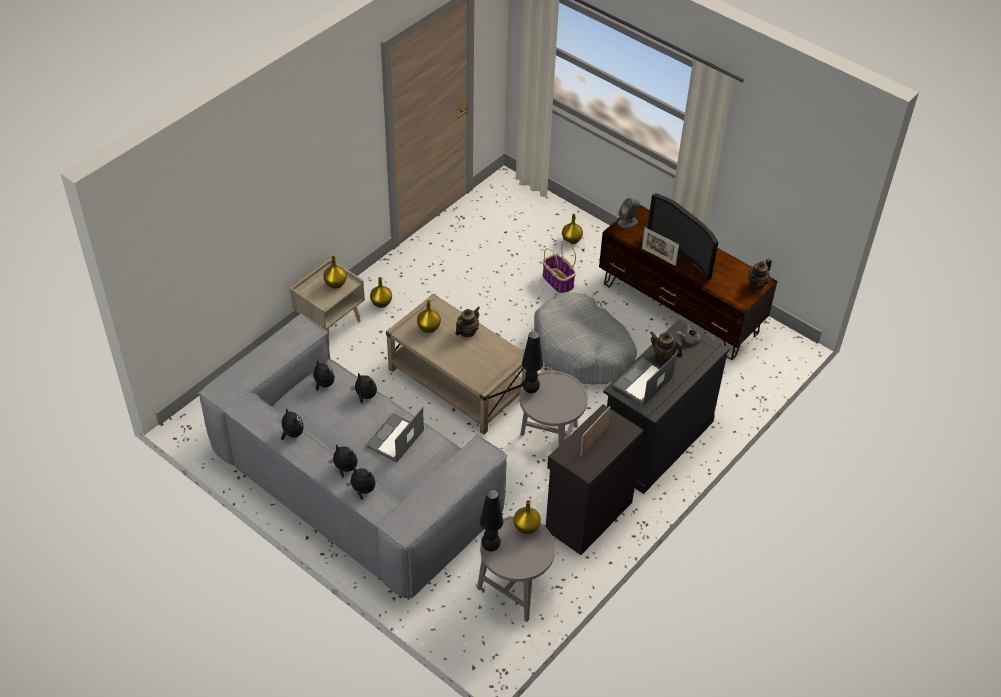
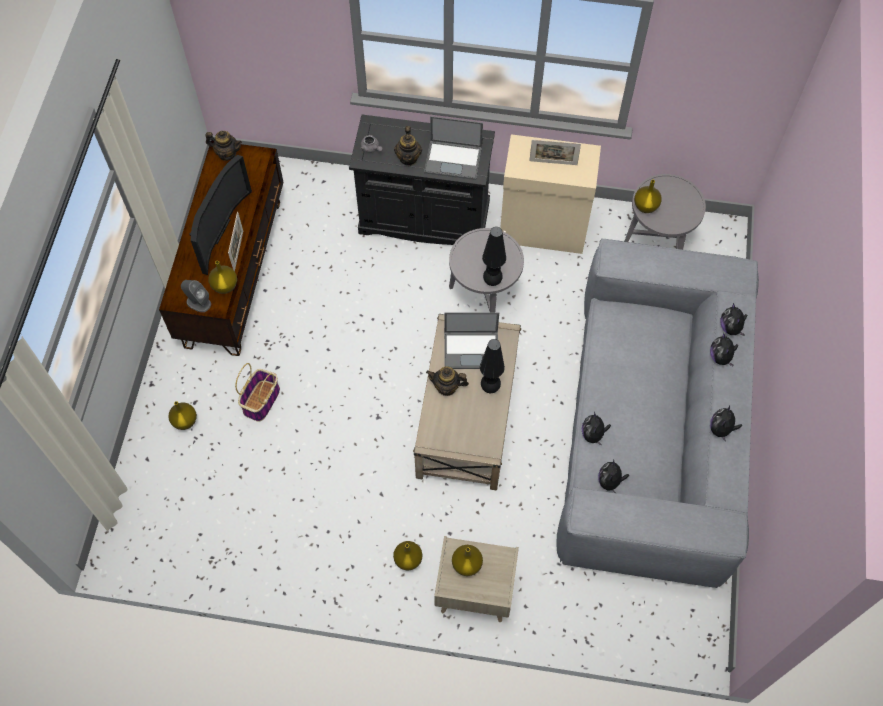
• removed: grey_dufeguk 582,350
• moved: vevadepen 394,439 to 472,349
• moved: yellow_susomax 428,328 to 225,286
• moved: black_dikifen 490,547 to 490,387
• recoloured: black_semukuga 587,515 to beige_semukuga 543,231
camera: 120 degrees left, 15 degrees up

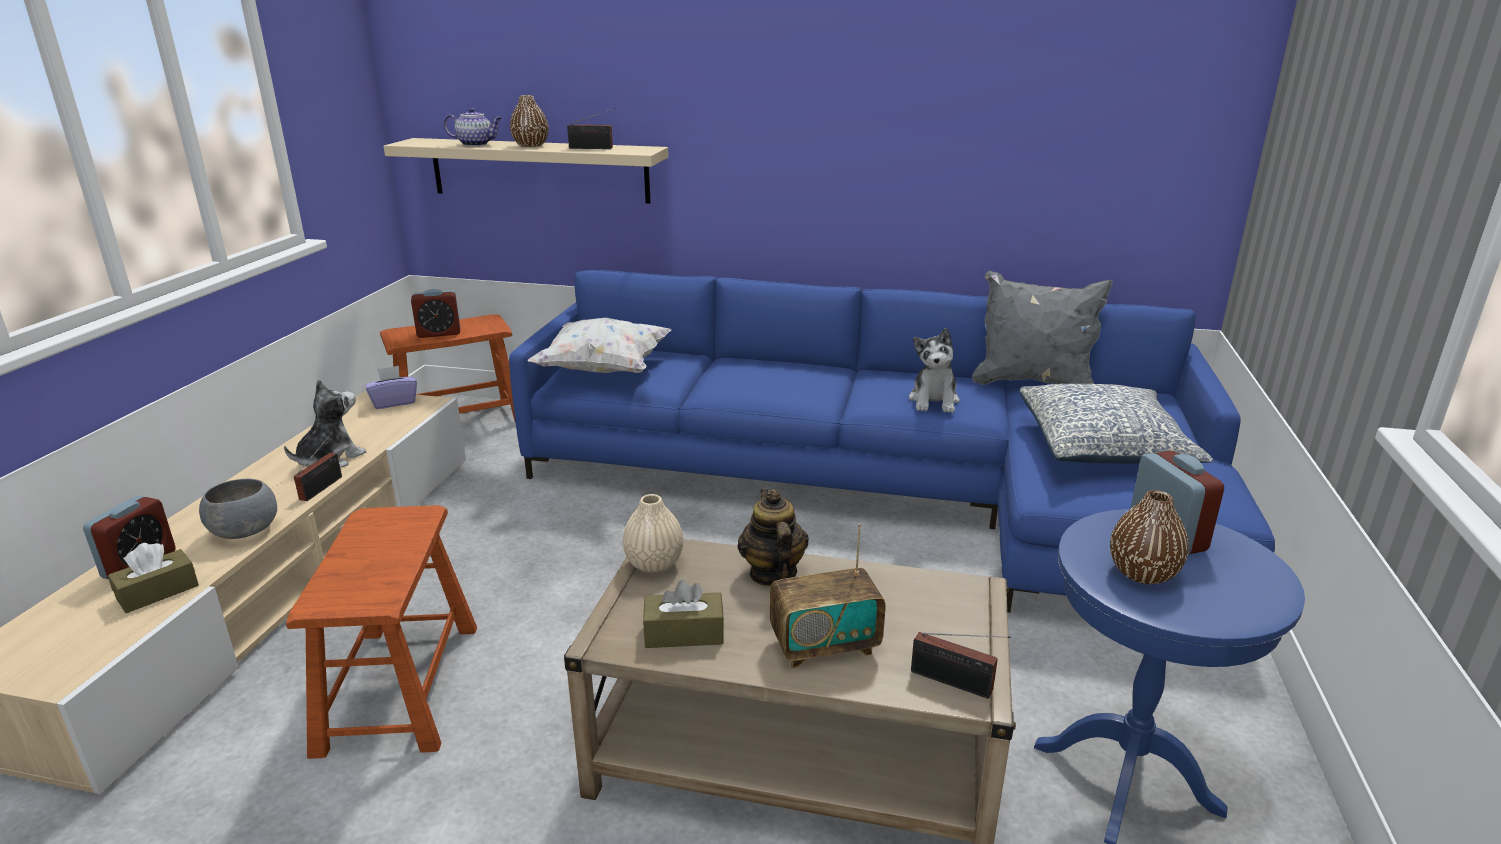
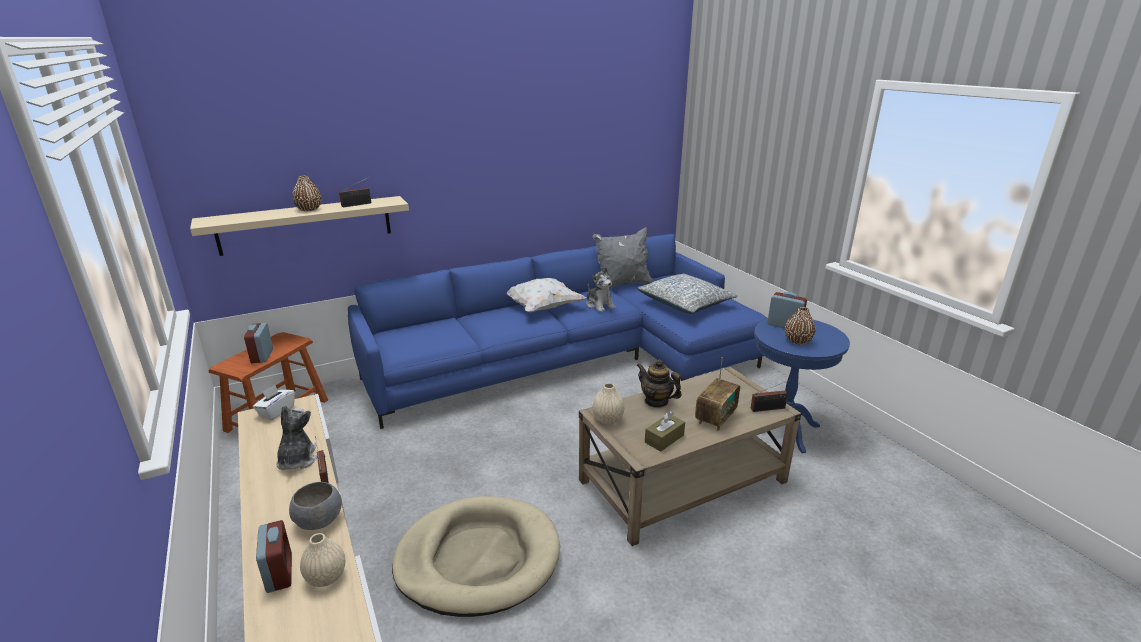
• removed: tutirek 476,144
• moved: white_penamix 603,370 to 542,308
• replaced: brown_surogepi 158,592 to beige_susomax 326,577
• replaced: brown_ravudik 399,687 to beige_dufeguk 478,558
• recoloured: purple_surogepi 394,402 to white_surogepi 276,411
• turned: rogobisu 439,333 = 262,356 135 degrees clockwise
camera: 40 degrees left, 0 degrees up

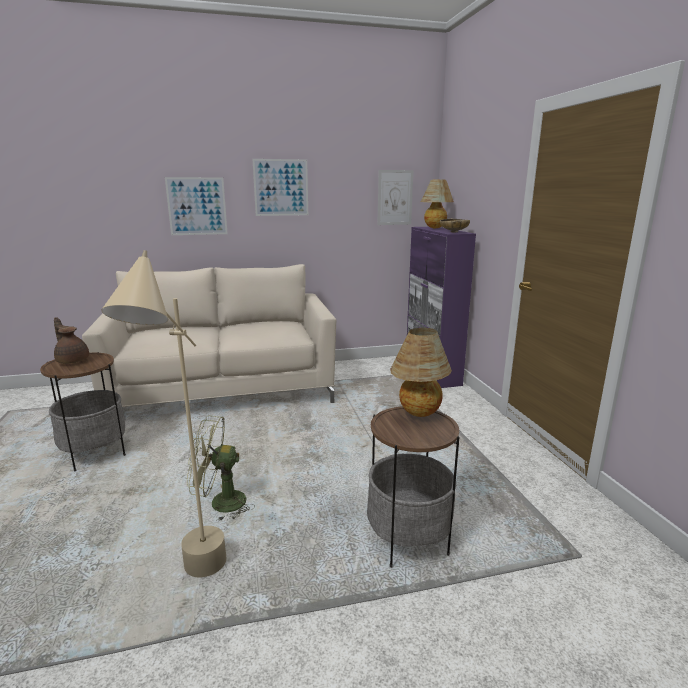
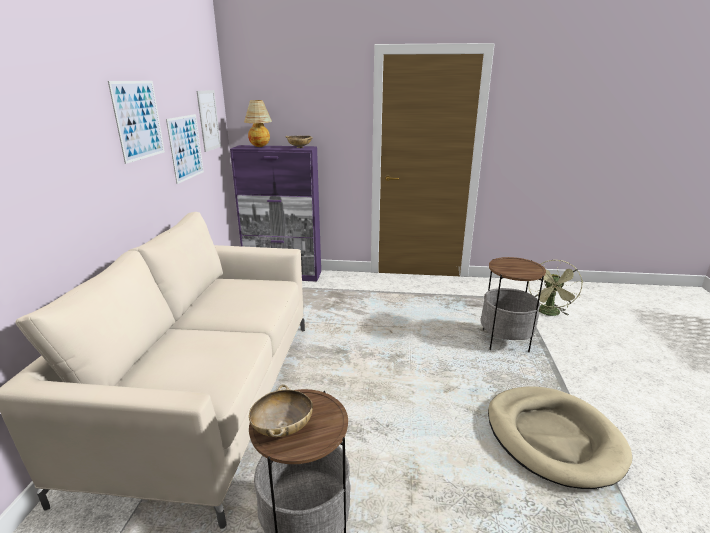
• removed: dikifen 418,415
• moved: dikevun 197,206 to 186,147
• moved: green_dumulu 220,503 to 549,313
• replaced: brown_tutirek 72,360 to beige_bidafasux 282,427
• replaced: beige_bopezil 195,590 to beige_dufeguk 553,437
camera: 70 degrees left, 5 degrees up

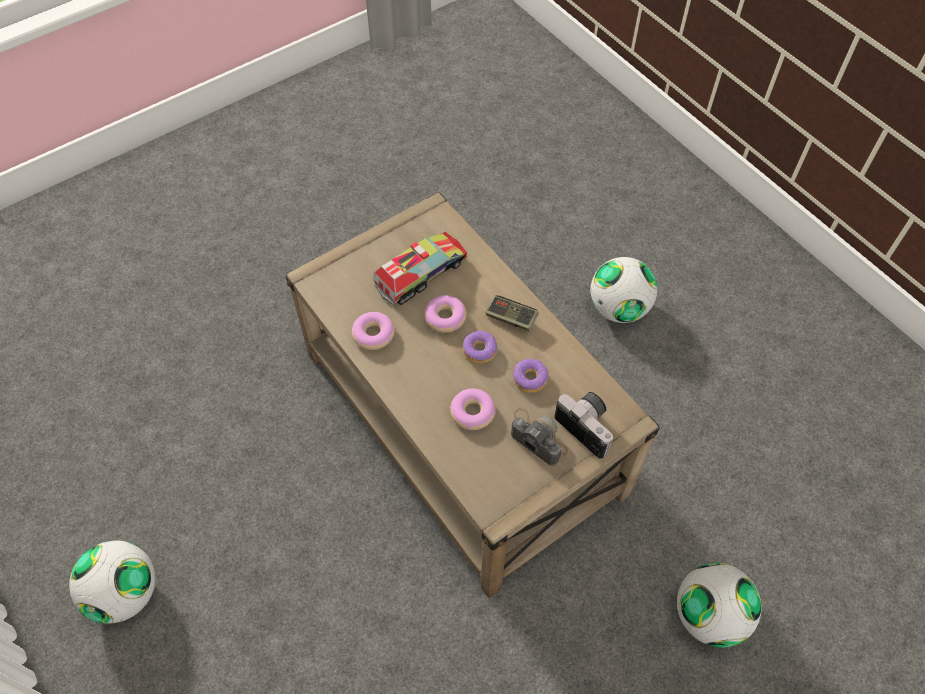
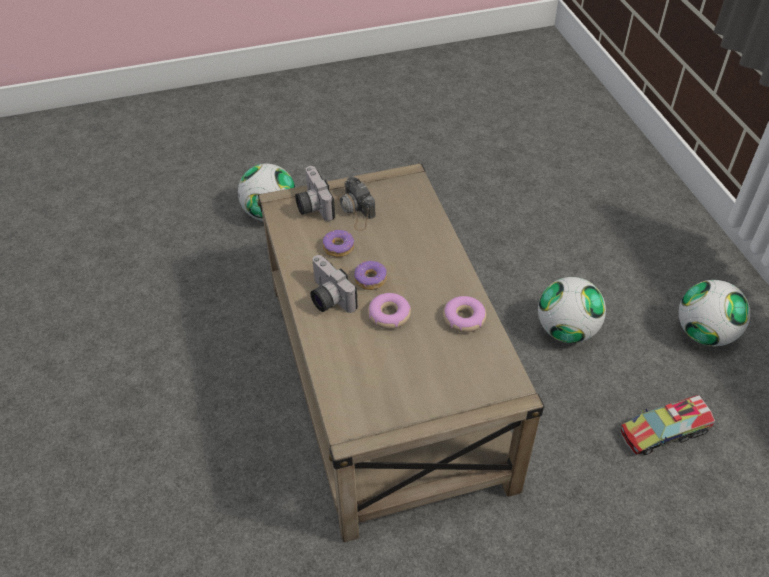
• removed: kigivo 472,412
• moved: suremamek 421,273 to 664,432
• moved: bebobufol 618,308 to 566,330
• replaced: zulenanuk 511,318 to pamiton 327,298
camera: 160 degrees left, 10 degrees down

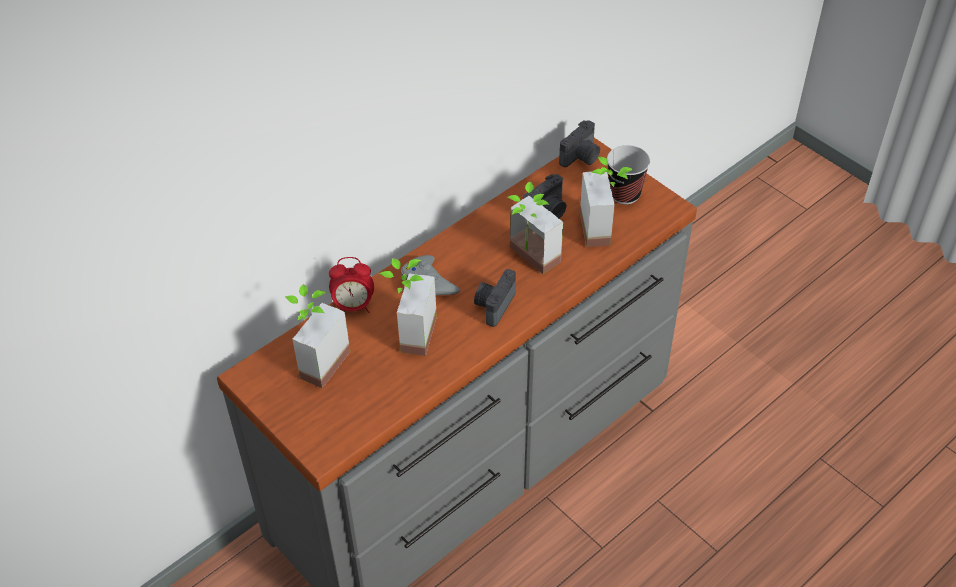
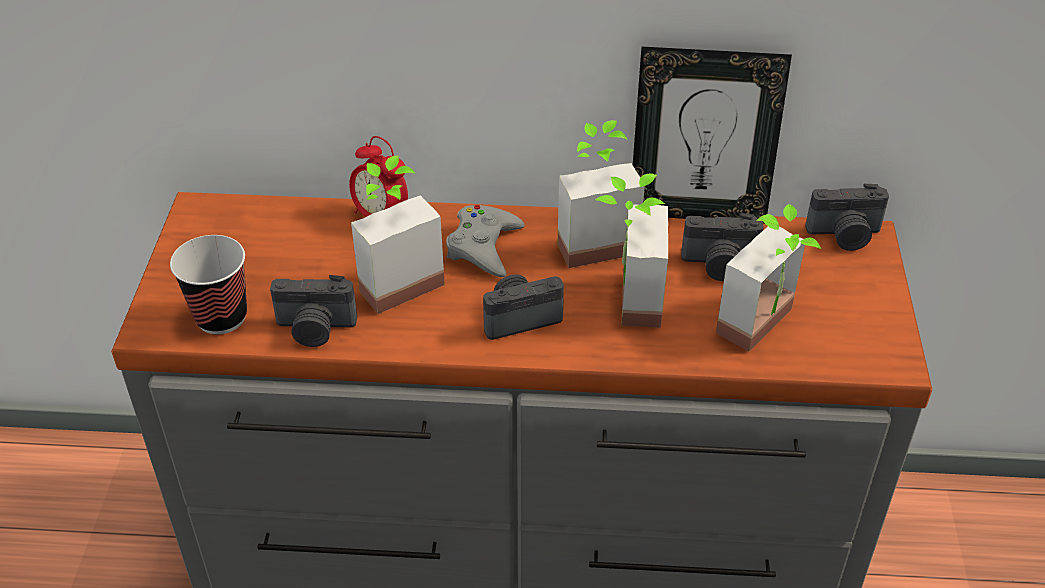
• added: pamiton 315,329
• added: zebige 697,212
• moved: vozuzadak 315,360 to 592,239
• moved: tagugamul 624,194 to 221,317
camera: 45 degrees right, 5 degrees down

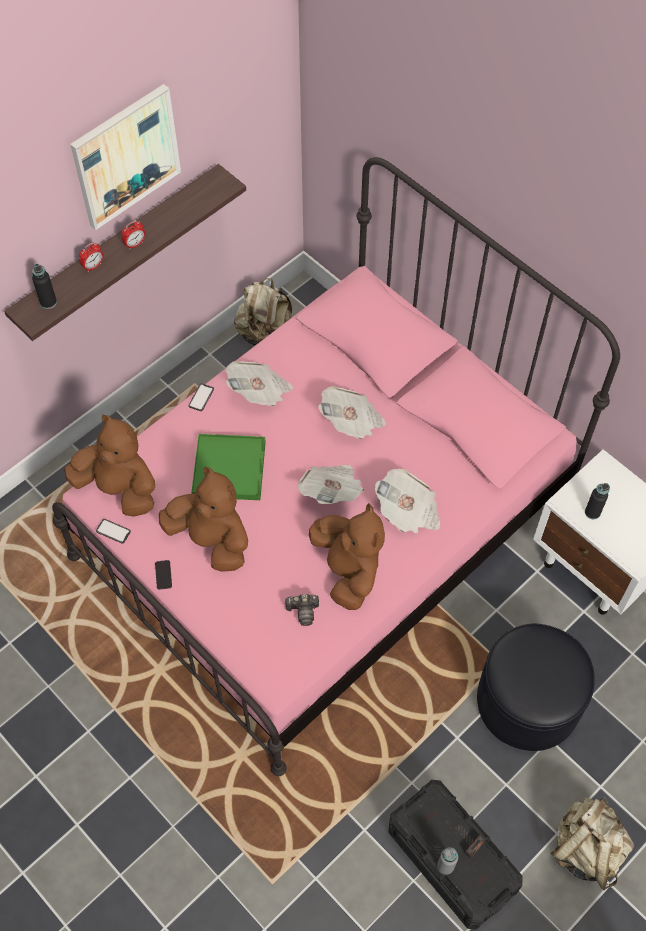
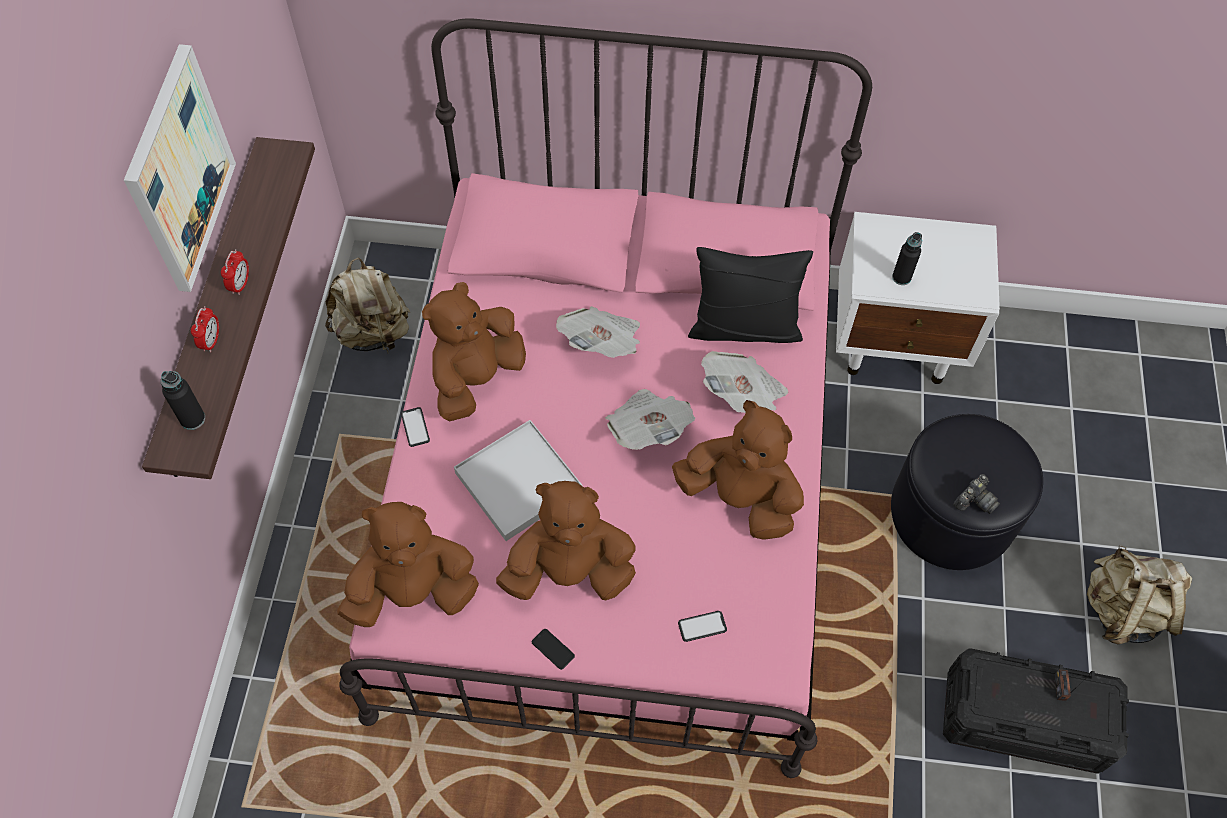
• removed: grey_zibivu 445,865
• added: black_penamix 744,327
• moved: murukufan 113,531 to 702,626
• moved: pamiton 303,611 to 974,501
• replaced: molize 260,392 to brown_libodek 476,378
• recoloured: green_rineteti 229,469 to white_rineteti 518,482
camera: 40 degrees left, 0 degrees up

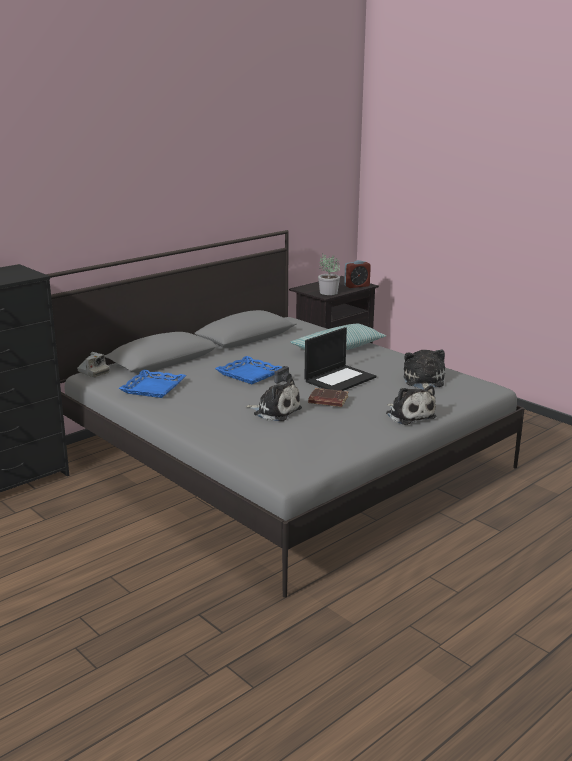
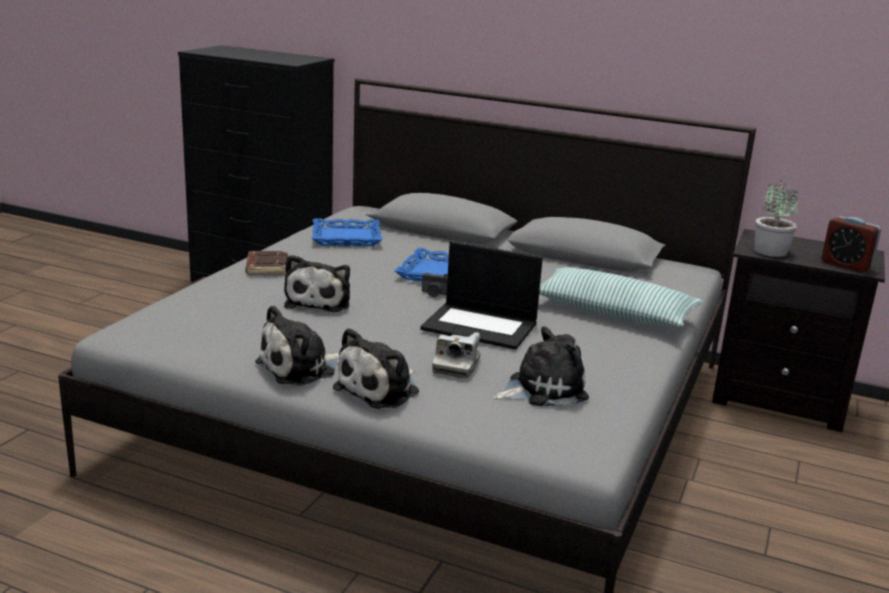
• added: libodek 300,368
• moved: pamiton 93,372 to 456,366
• moved: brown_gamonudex 327,401 to 266,267
camera: 65 degrees right, 0 degrees up

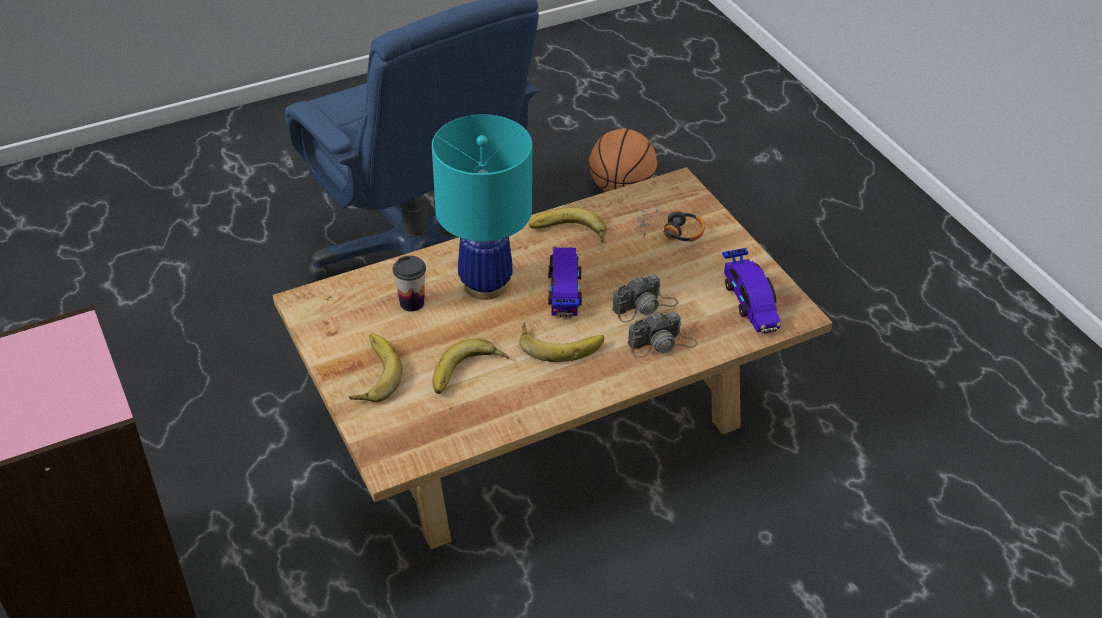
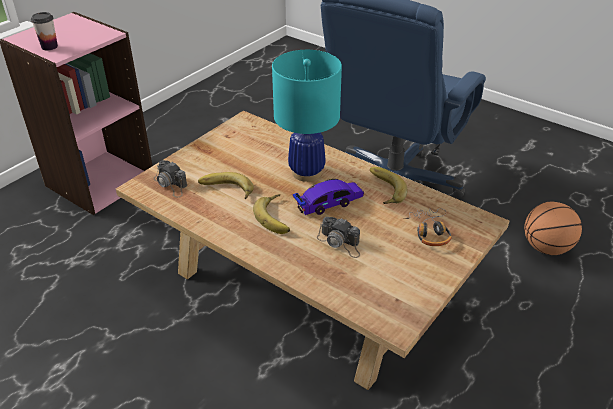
• removed: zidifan 371,373
• removed: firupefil 750,301
• moved: tagugamul 412,303 to 49,47
• moved: pamiton 662,343 to 171,184
camera: 65 degrees right, 5 degrees down

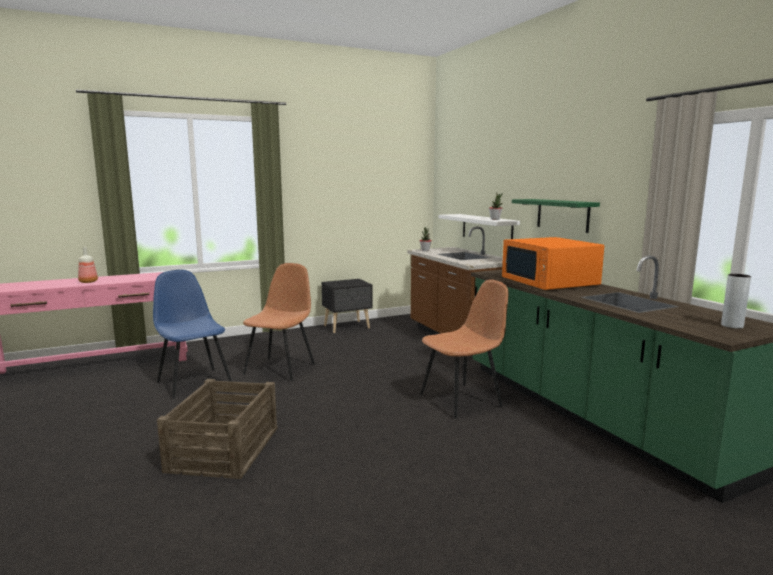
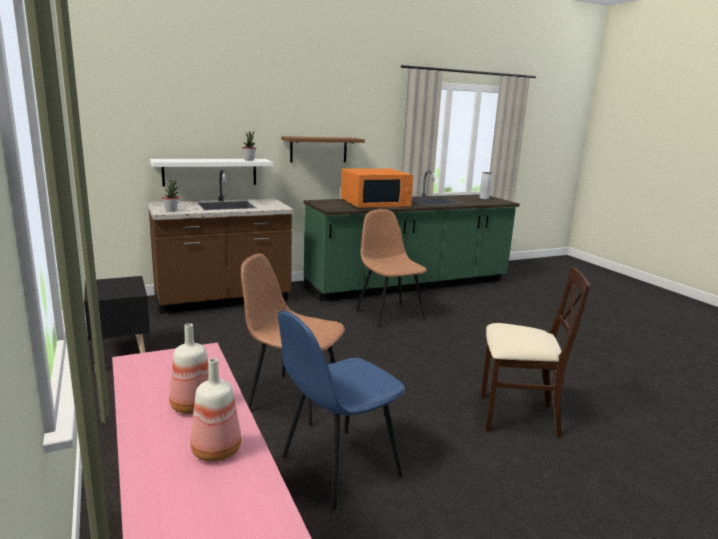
• added: zibivu 192,407
• replaced: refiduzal 223,448 to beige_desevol 517,416
• recoloured: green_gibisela 562,215 to brown_gibisela 318,149
camera: 90 degrees left, 5 degrees up

